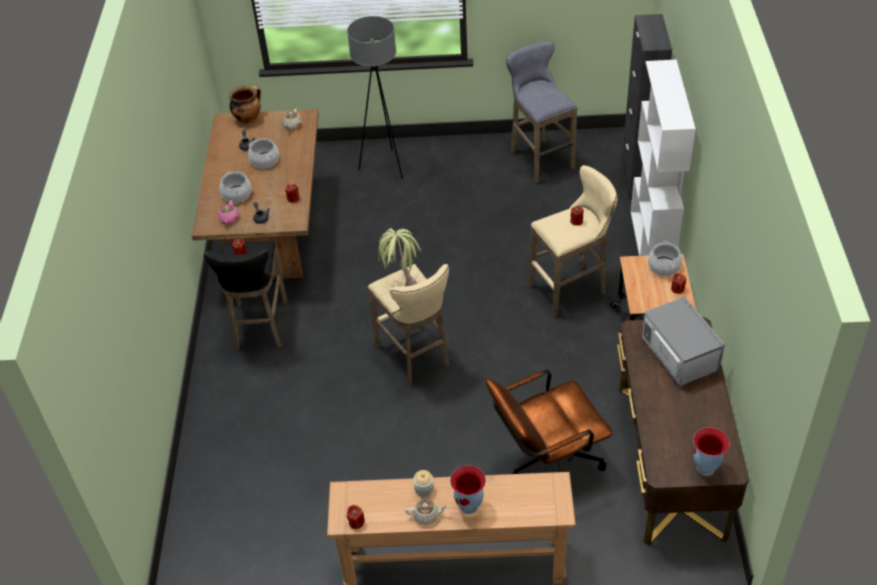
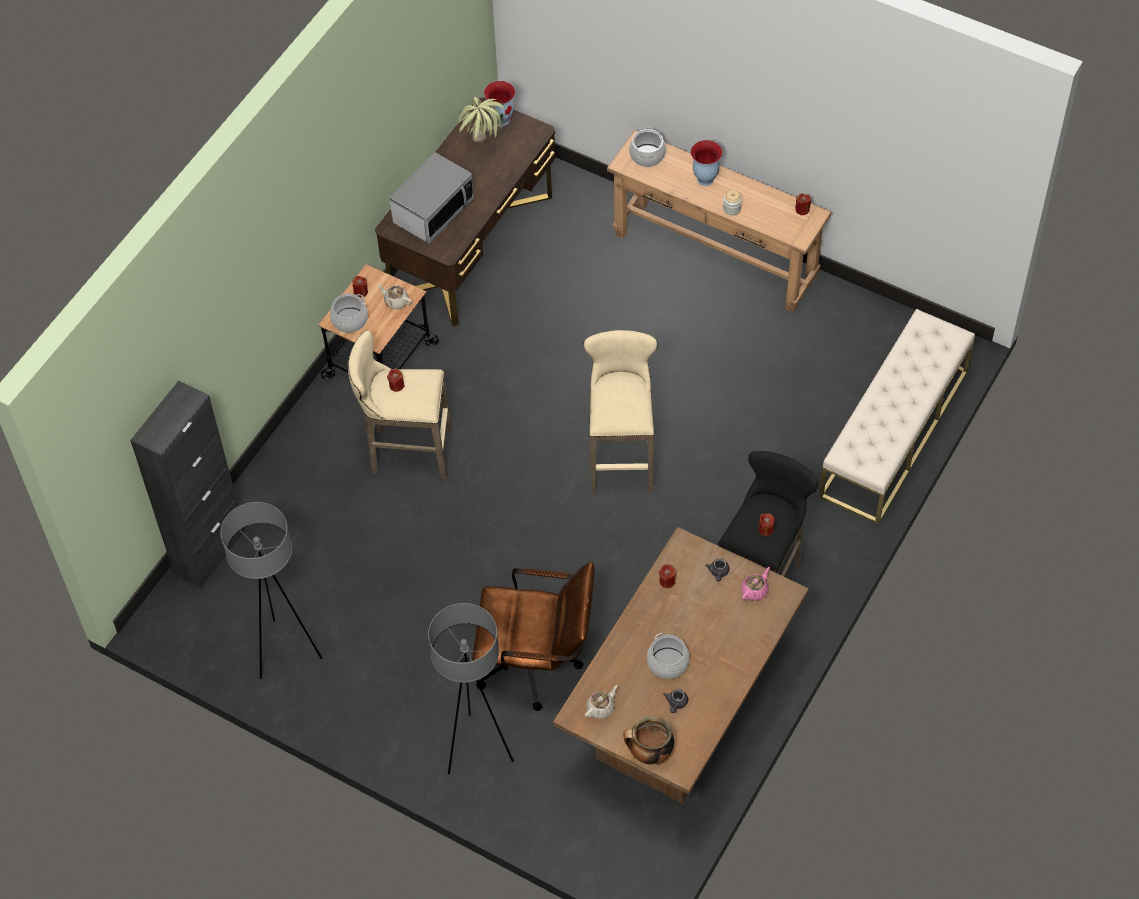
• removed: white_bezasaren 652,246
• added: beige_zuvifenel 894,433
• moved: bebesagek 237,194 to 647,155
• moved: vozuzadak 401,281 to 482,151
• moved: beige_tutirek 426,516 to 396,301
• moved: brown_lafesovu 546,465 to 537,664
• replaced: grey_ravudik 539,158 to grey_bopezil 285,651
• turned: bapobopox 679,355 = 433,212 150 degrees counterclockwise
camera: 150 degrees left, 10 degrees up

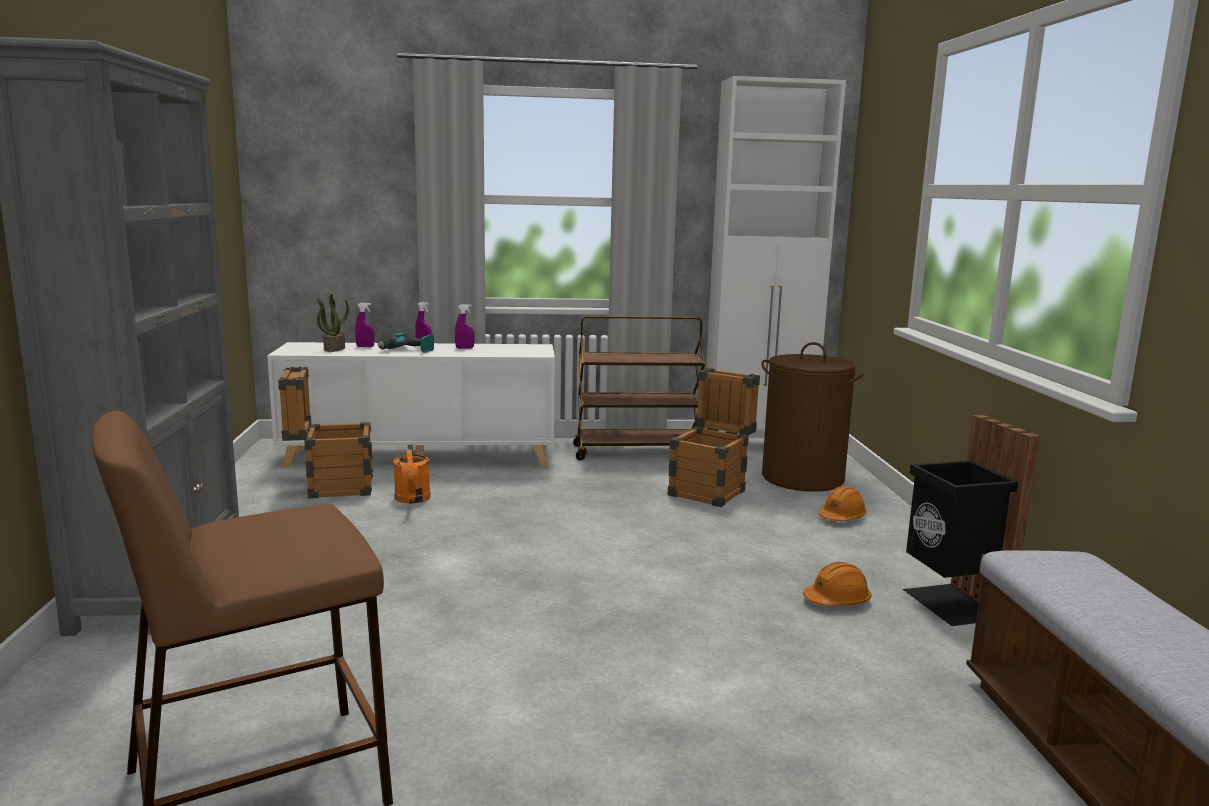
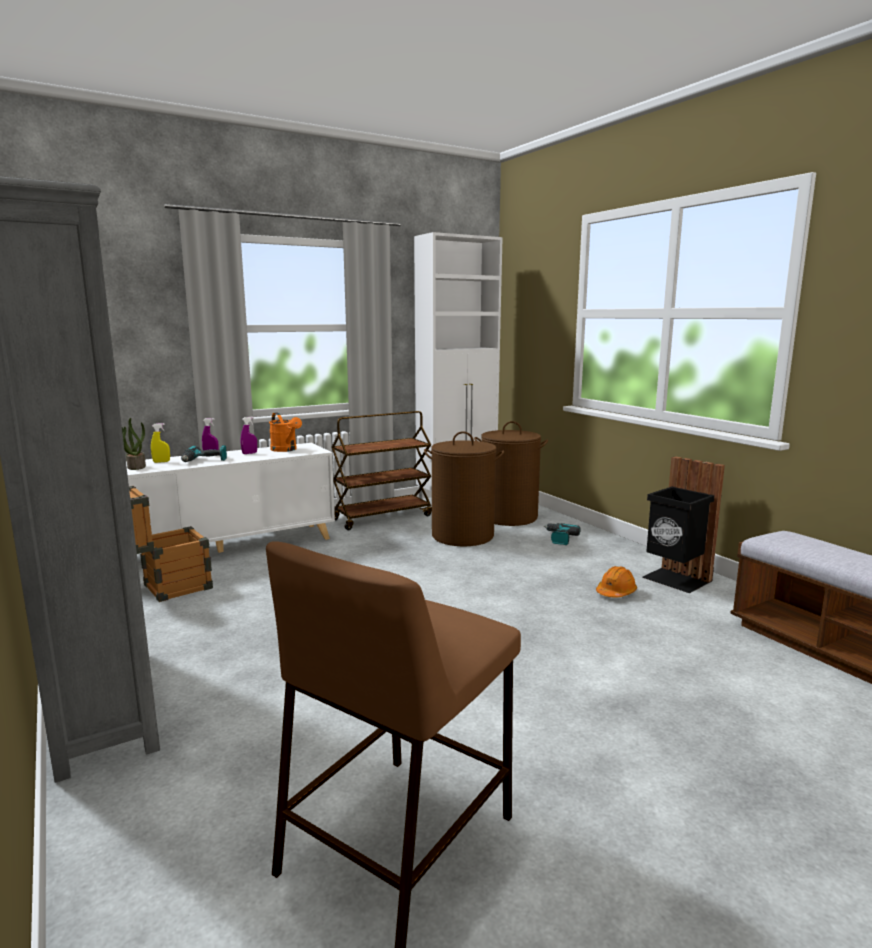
• moved: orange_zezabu 412,499 to 286,450
• replaced: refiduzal 711,490 to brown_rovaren 463,536
• replaced: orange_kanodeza 841,517 to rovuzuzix 559,538
• recoloured: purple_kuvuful 365,347 to yellow_kuvuful 161,462
camera: 25 degrees left, 0 degrees up

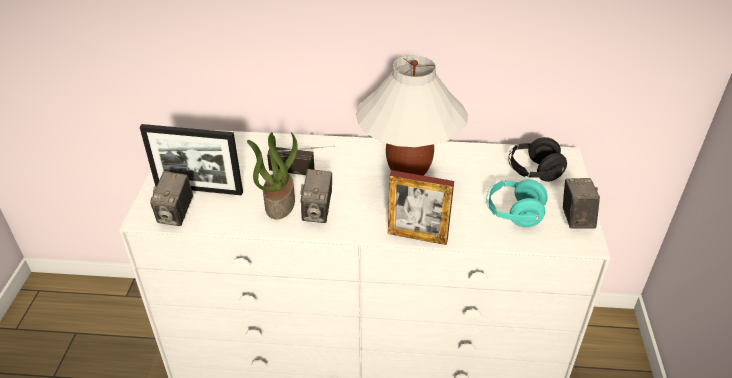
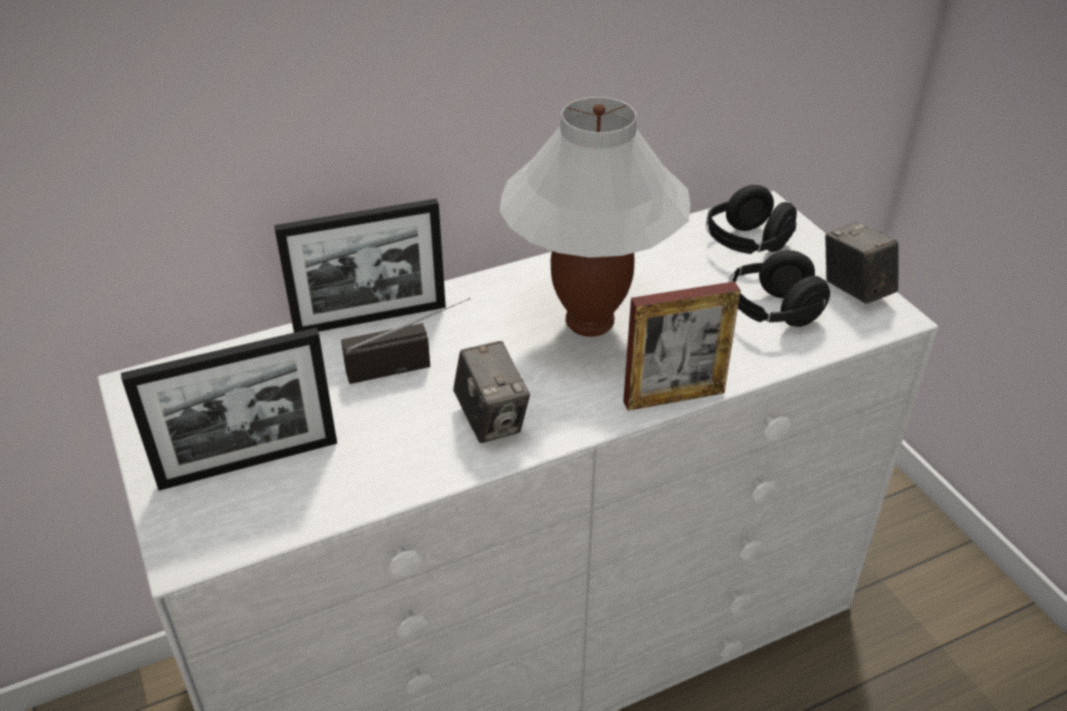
• removed: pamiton 176,214
• removed: vozuzadak 279,203
• added: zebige 370,319
• recoloured: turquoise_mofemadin 513,213 to black_mofemadin 772,312
camera: 30 degrees left, 0 degrees up

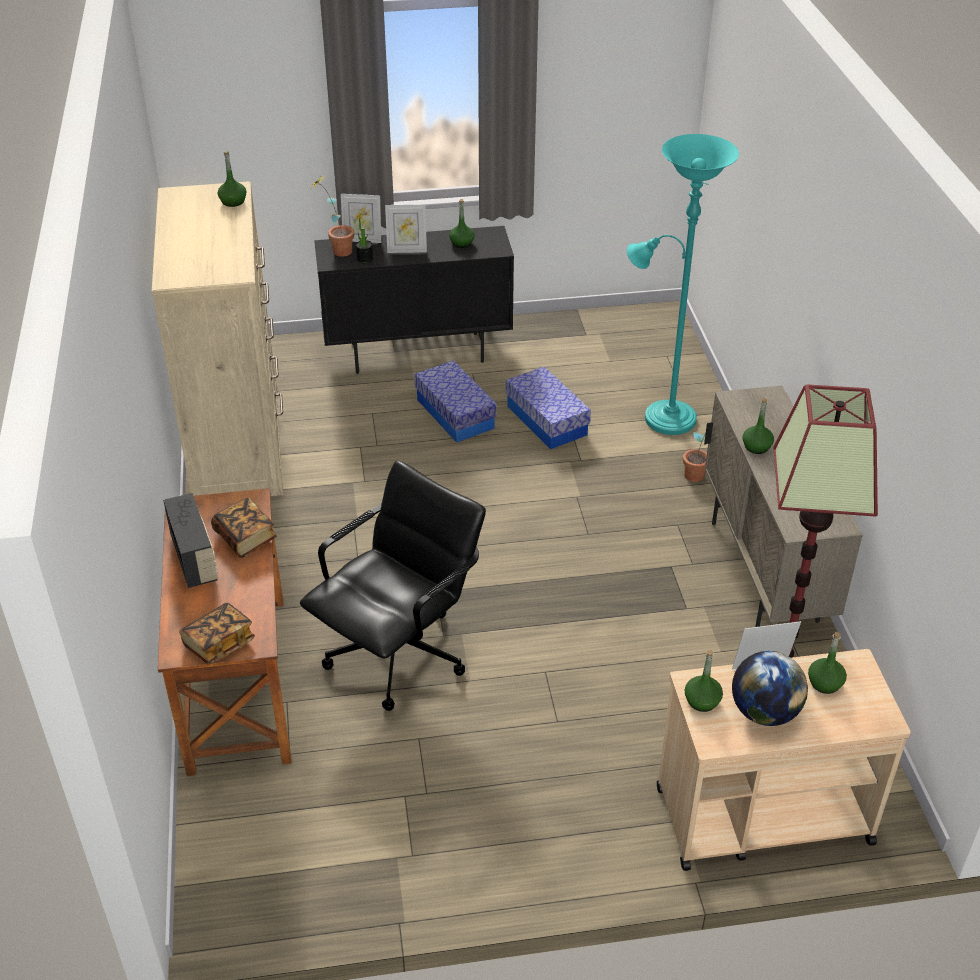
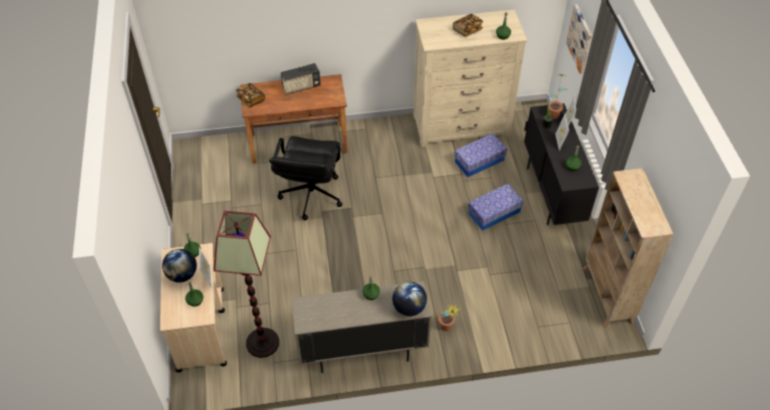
• removed: turquoise_bopezil 663,417
• added: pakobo 409,308
• added: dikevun 580,39
• added: beige_bezasaren 607,295
• moved: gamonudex 245,538 to 467,30
• moved: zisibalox 547,420 to 479,161
• turned: black_lafesovu 399,654 = 310,195 60 degrees clockwise
camera: 90 degrees right, 10 degrees up

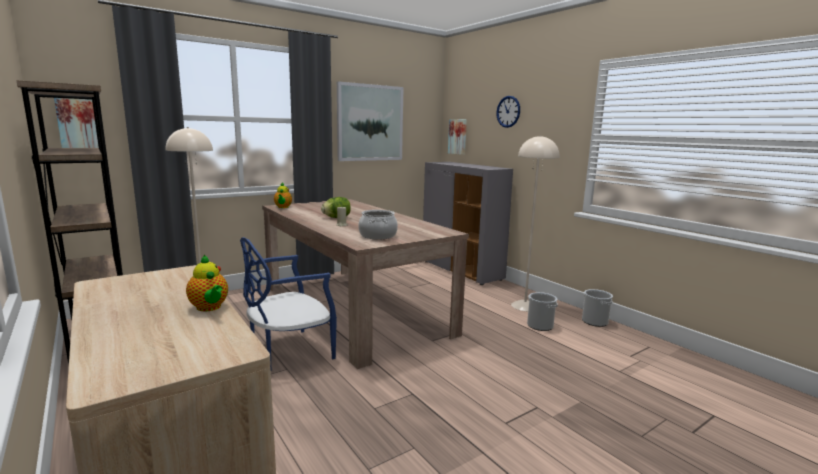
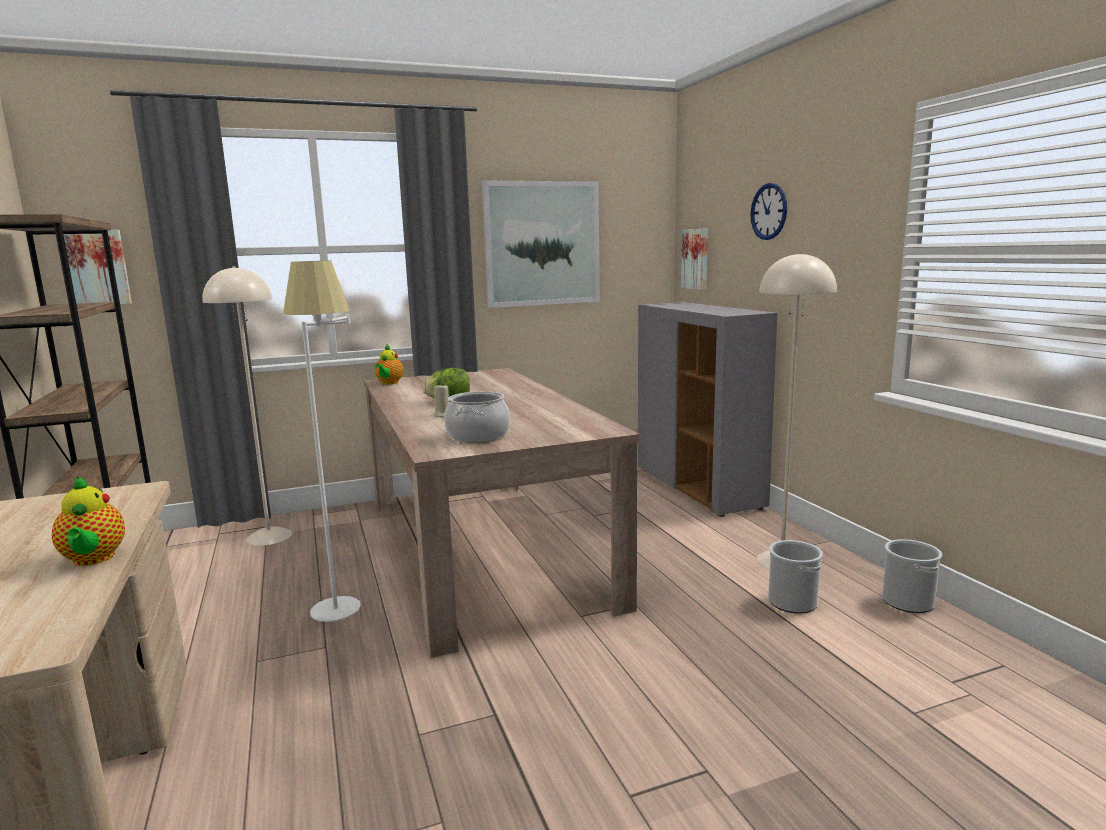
• replaced: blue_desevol 289,352 to white_bopezil 345,617
camera: 15 degrees right, 0 degrees up

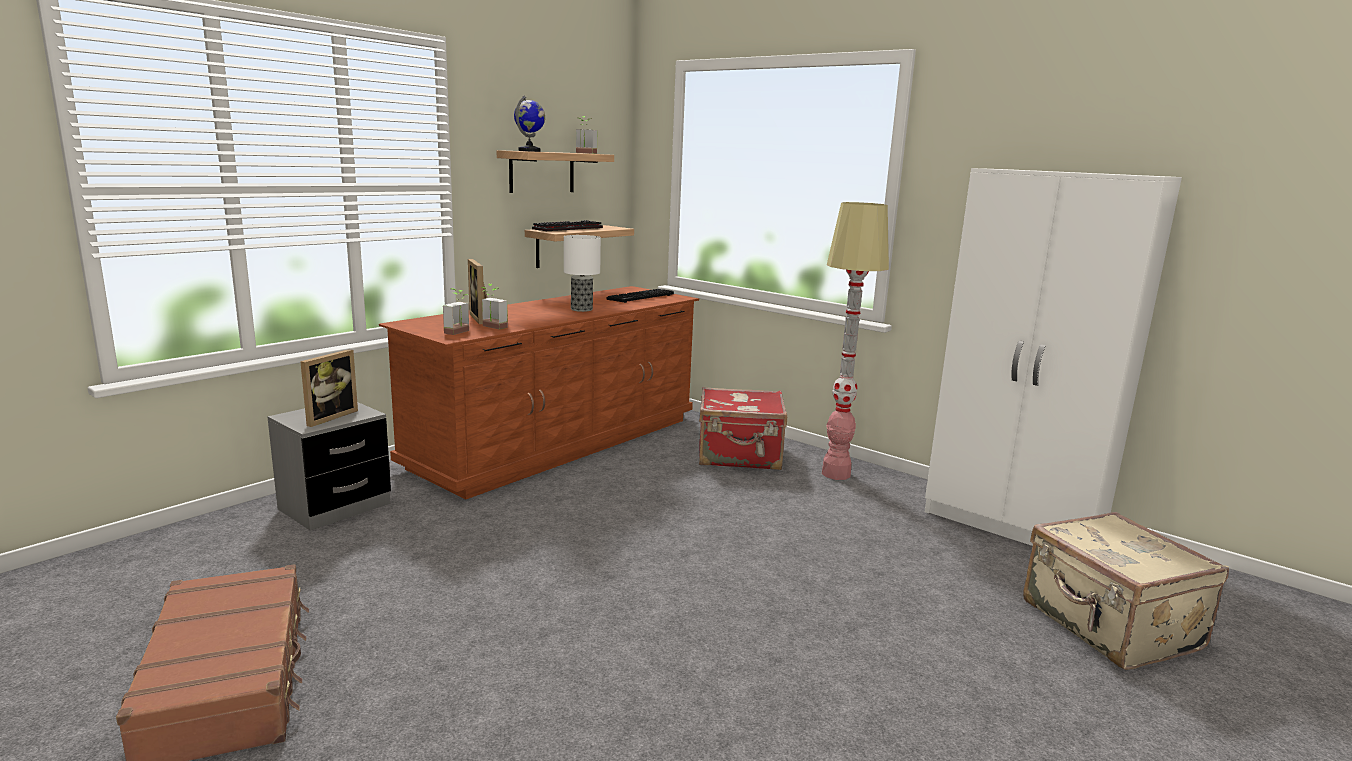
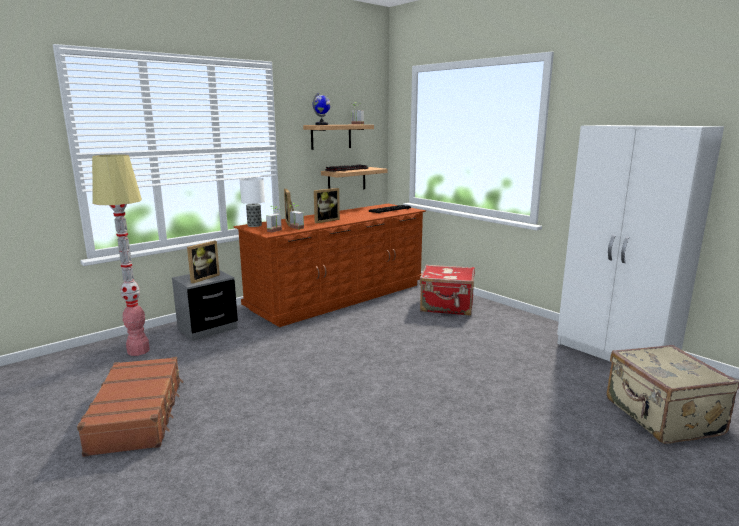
• added: zebige 325,220
• moved: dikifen 582,309 to 255,225
• moved: bopezil 836,474 to 138,351
camera: 10 degrees right, 0 degrees up

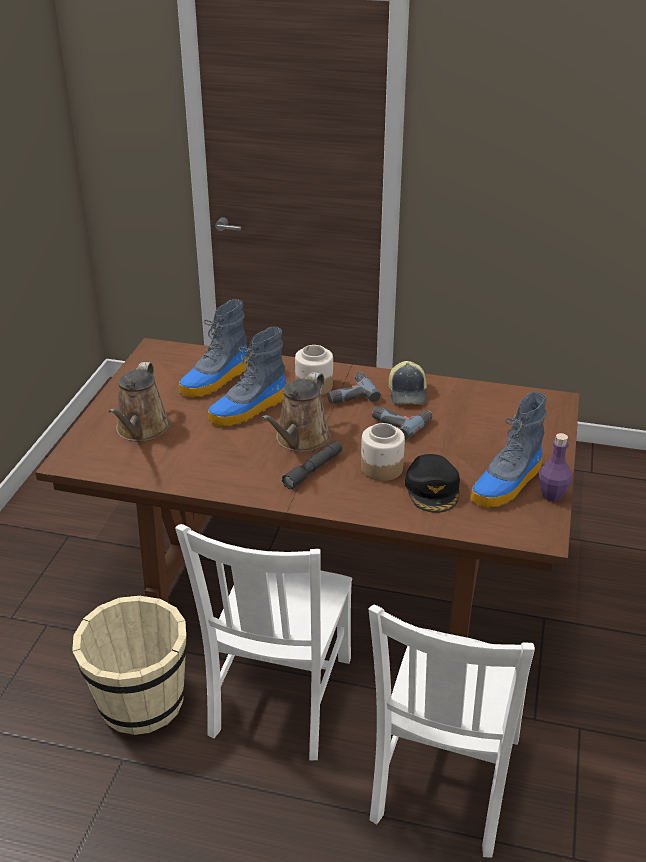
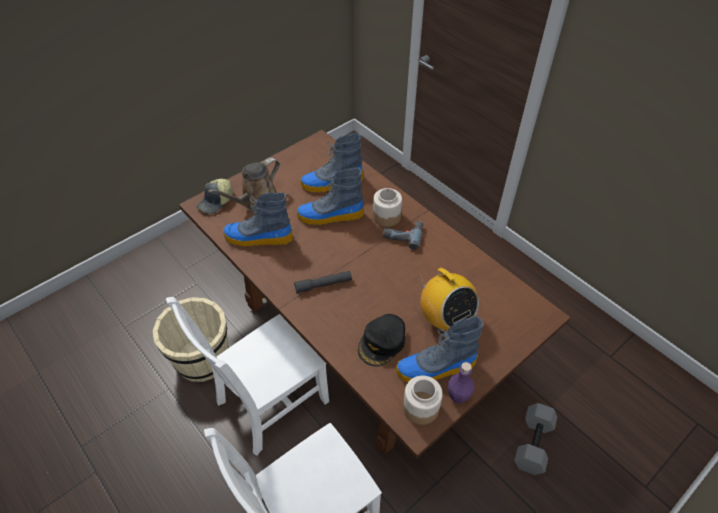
• removed: brown_zezabu 300,440
• removed: rovuzuzix 401,422
• added: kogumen 258,238
• added: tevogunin 445,319
• added: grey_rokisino 532,443
• moved: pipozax 381,469 to 420,408
• moved: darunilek 408,393 to 216,202
camera: 35 degrees right, 15 degrees up

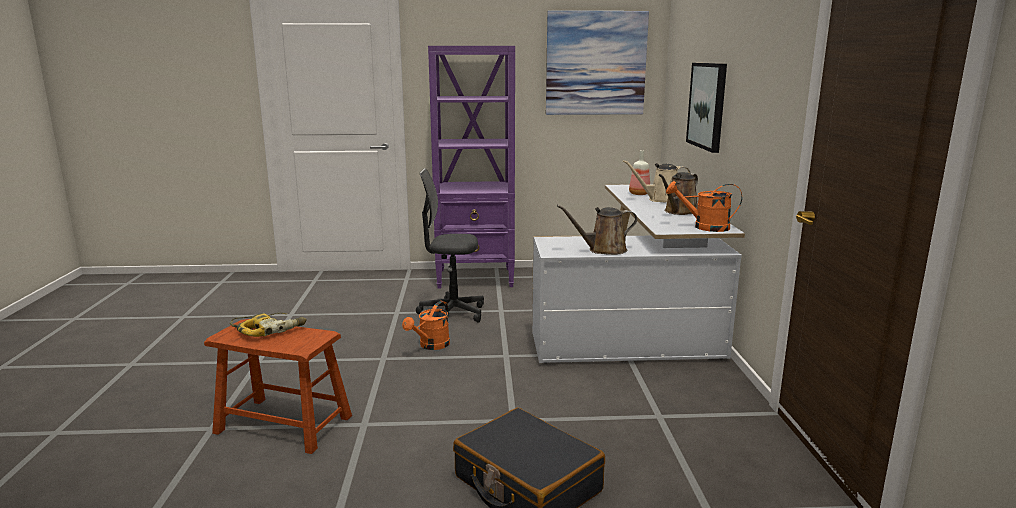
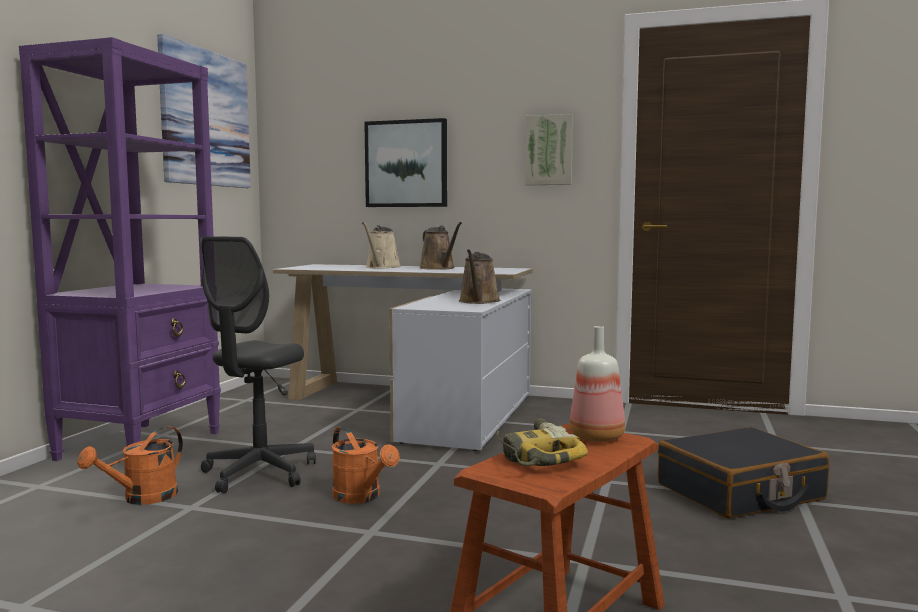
• added: dikevun 549,150
• moved: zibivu 640,194 to 598,437
• moved: orange_zezabu 704,227 to 142,499
camera: 70 degrees left, 10 degrees down

